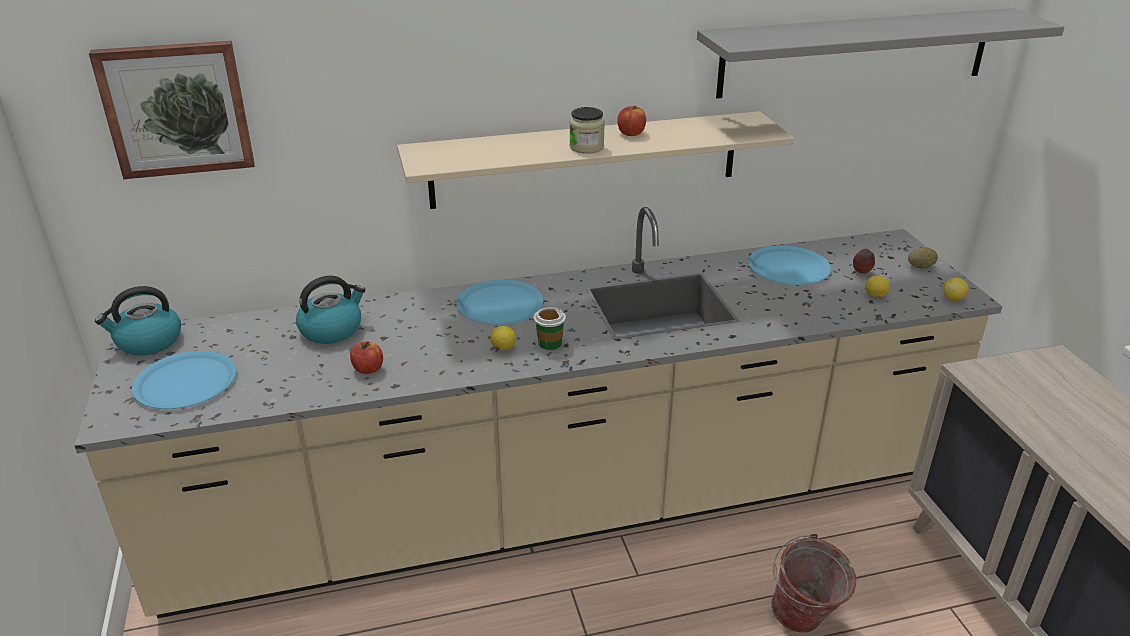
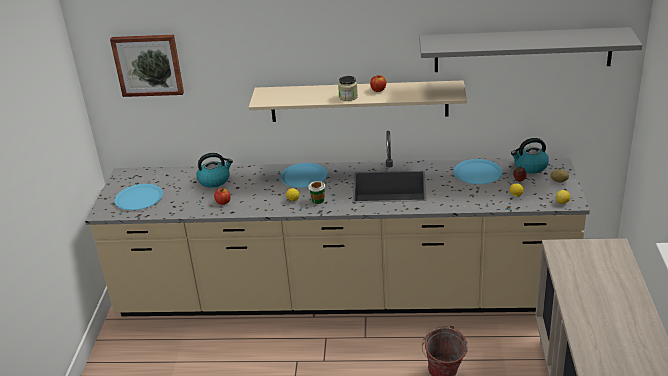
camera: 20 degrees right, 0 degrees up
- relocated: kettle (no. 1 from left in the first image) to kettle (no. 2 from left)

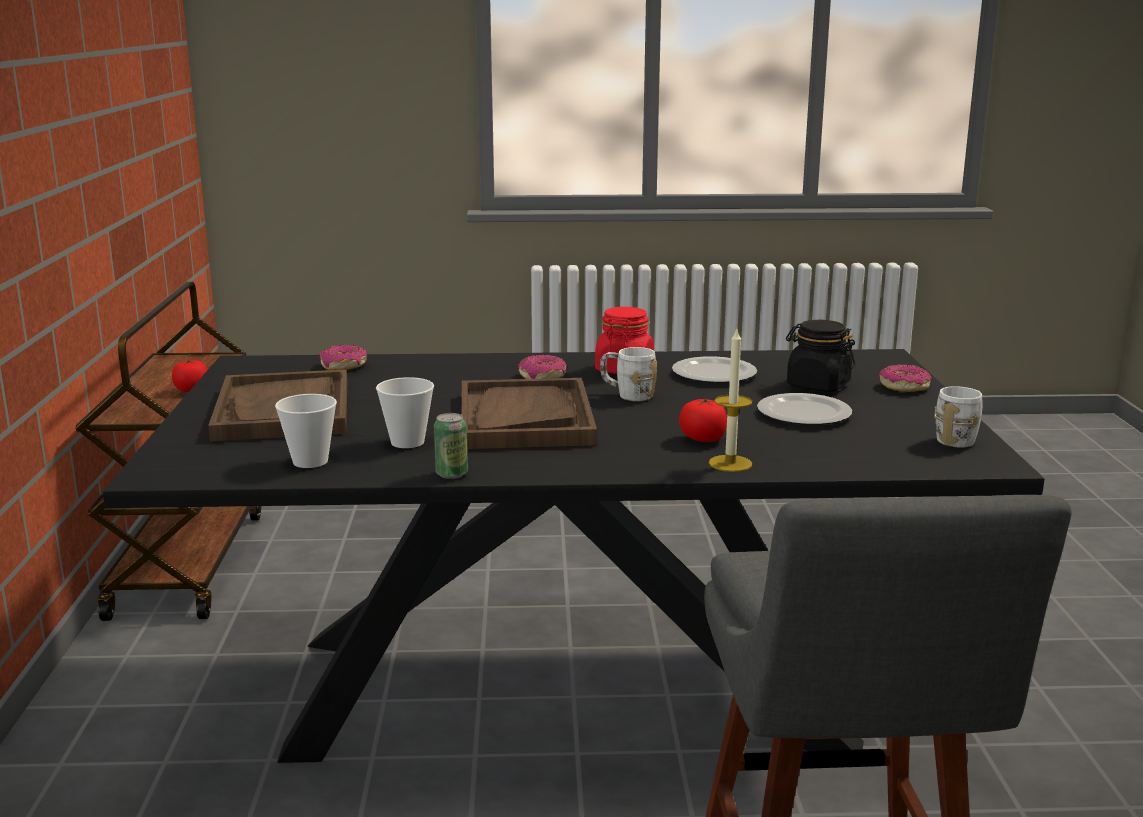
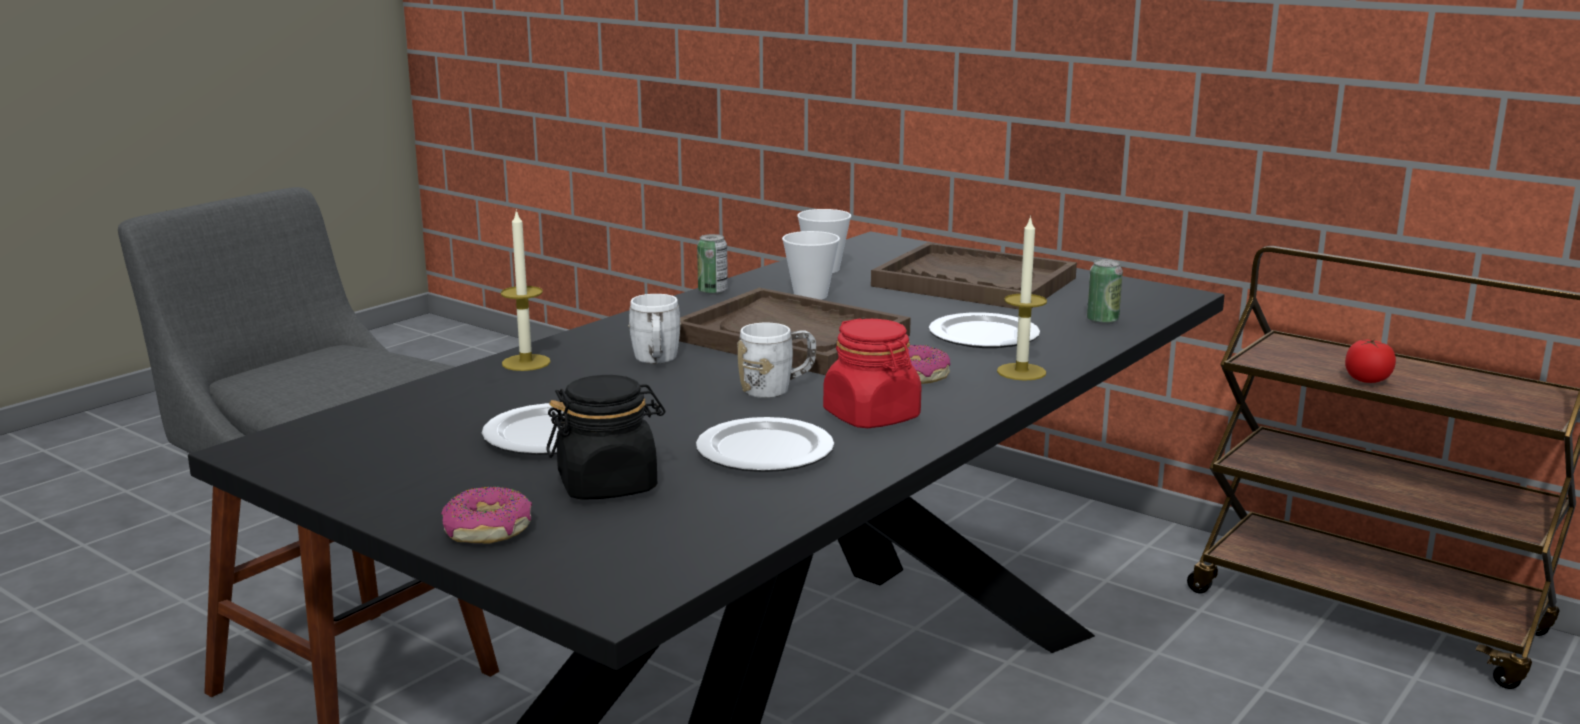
camera: 130 degrees right, 0 degrees up
- exchanged: donut (no. 1 from left) to can (no. 2 from left)
- relocated: mug (white) (no. 2 from left in the first image) to mug (white) (no. 1 from left)
- missing: tomato (no. 2 from left)
- appeared: candle (no. 2 from left)
- appeared: plate (no. 3 from left)

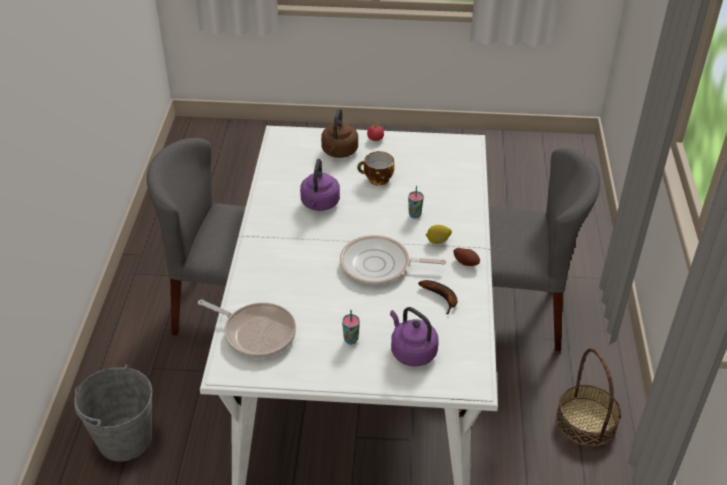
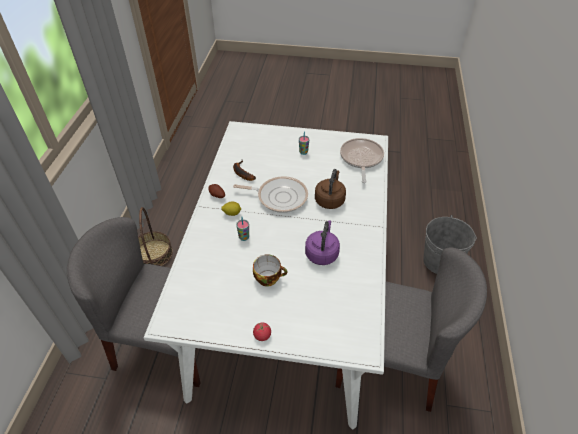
camera: 175 degrees left, 5 degrees up
- relocated: kettle (brown)
- spun: frying pan (no. 1 from left in the first image) 60 degrees clockwise
- missing: kettle (purple) (no. 2 from left)

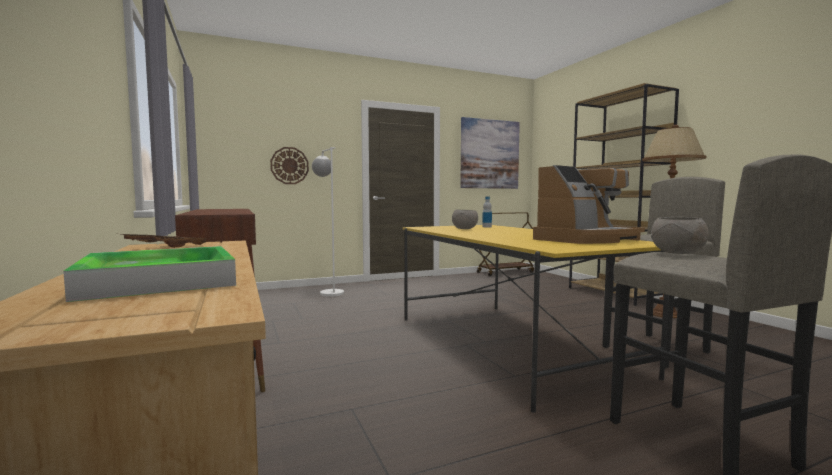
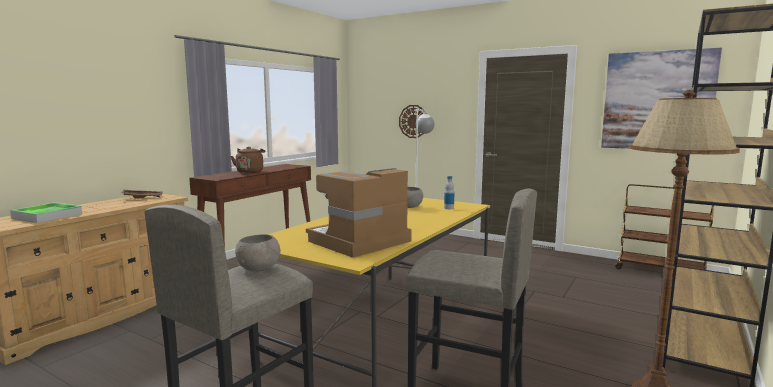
camera: 55 degrees right, 5 degrees up
- spun: coffee machine 120 degrees clockwise
- appeared: kettle (brown)

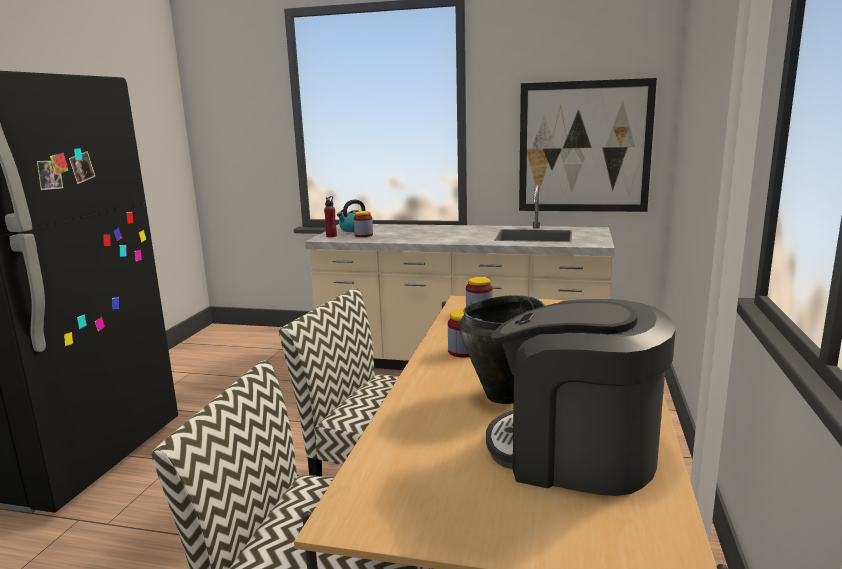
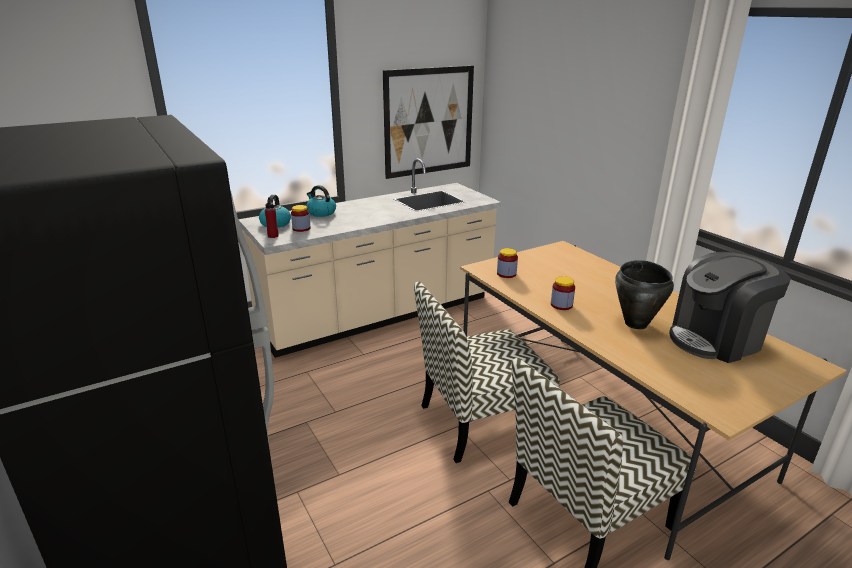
camera: 45 degrees left, 10 degrees up
- appeared: kettle (no. 2 from left)

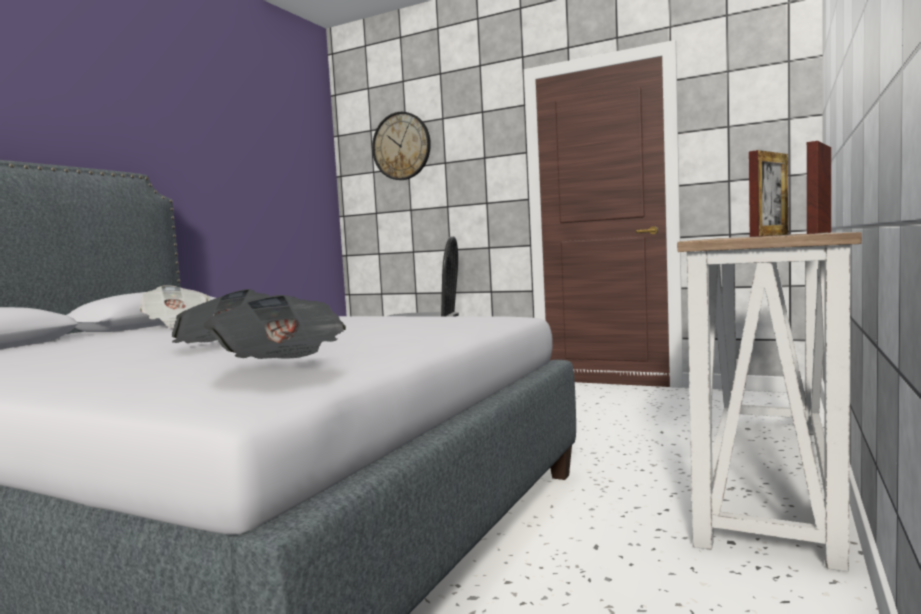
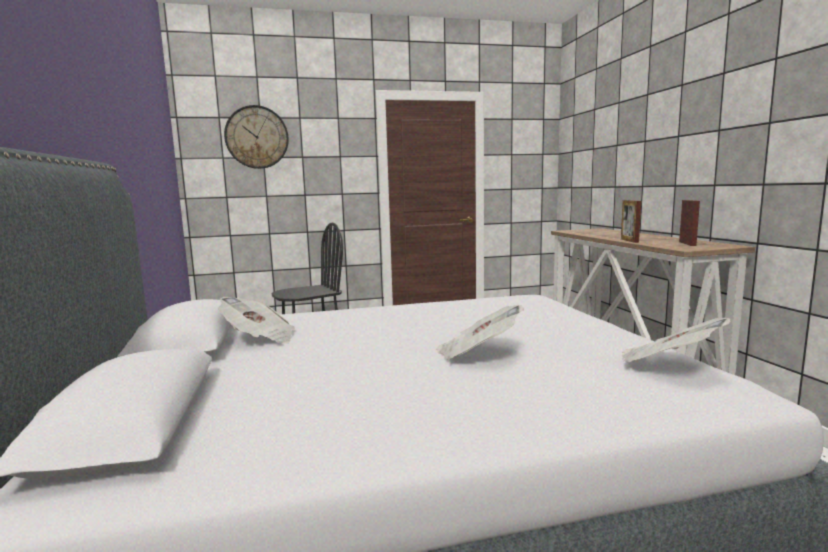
camera: 40 degrees left, 5 degrees up
- relocated: picture frame (no. 2 from left in the first image) to picture frame (no. 1 from left)

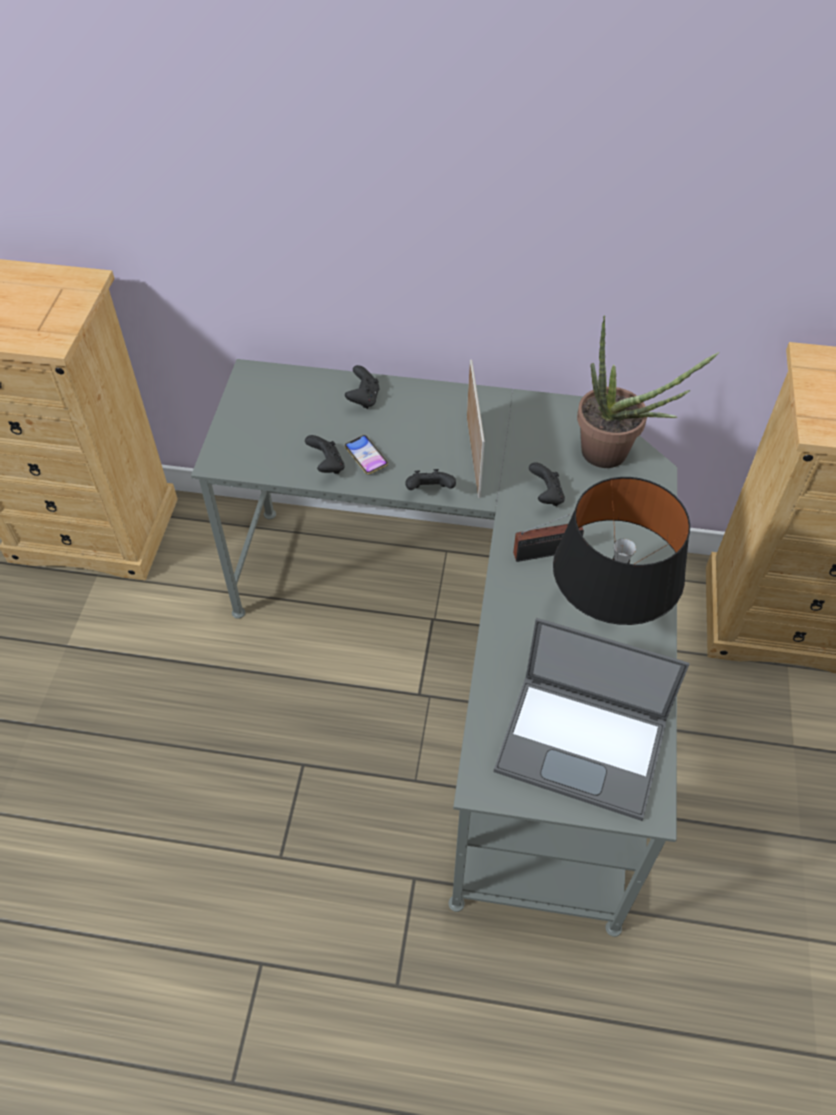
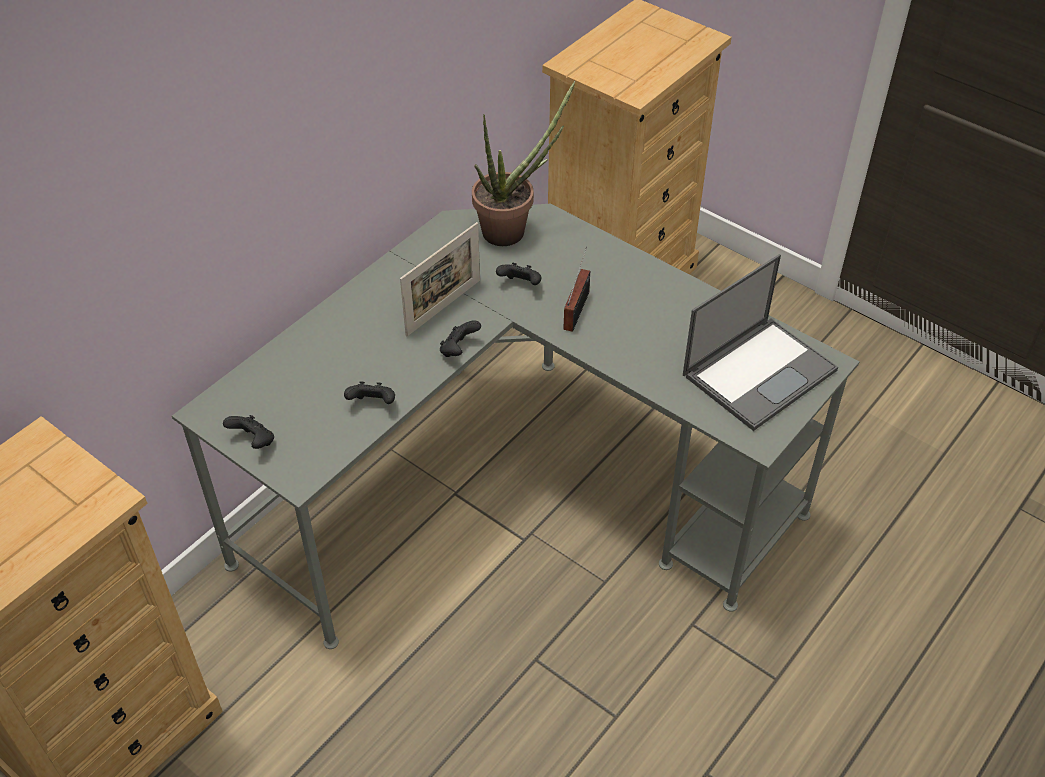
camera: 60 degrees left, 5 degrees down
- spun: picture frame 105 degrees clockwise
- relocated: game controller (black) (no. 2 from left in the first image) to game controller (black) (no. 1 from left)
- missing: phone
- missing: table lamp (black)

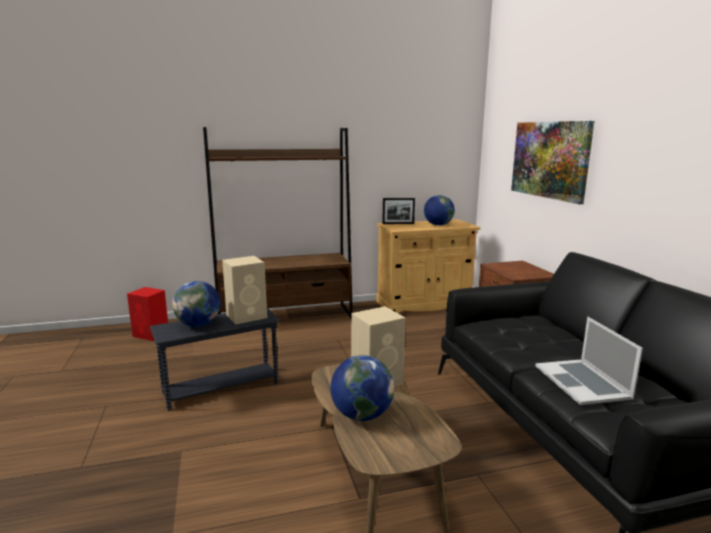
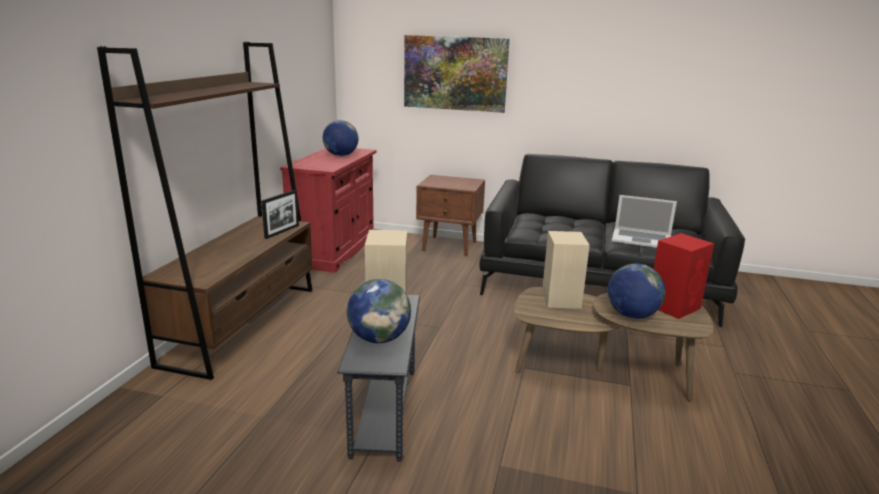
camera: 60 degrees left, 5 degrees up
- relocated: picture frame
- colour: cabinet (beige) to cabinet (red)
- relocated: speaker (red)

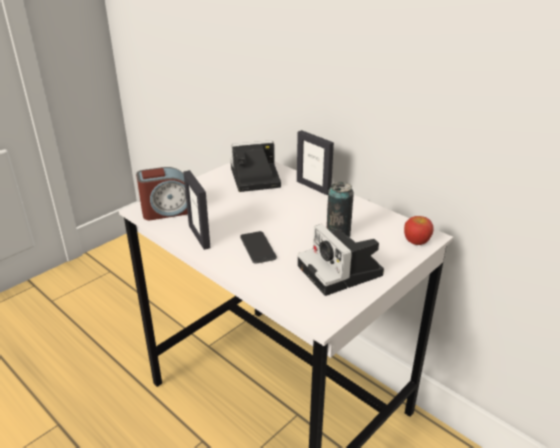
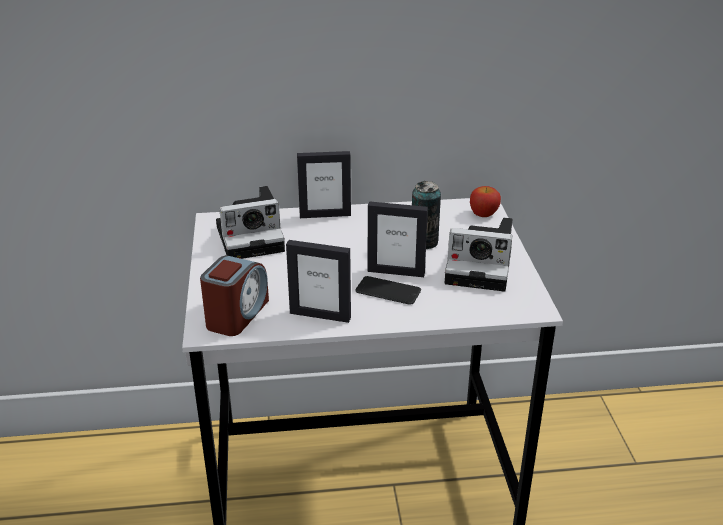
camera: 50 degrees left, 0 degrees up
- spun: photo camera (no. 1 from left) 135 degrees counterclockwise
- appeared: picture frame (no. 3 from left)

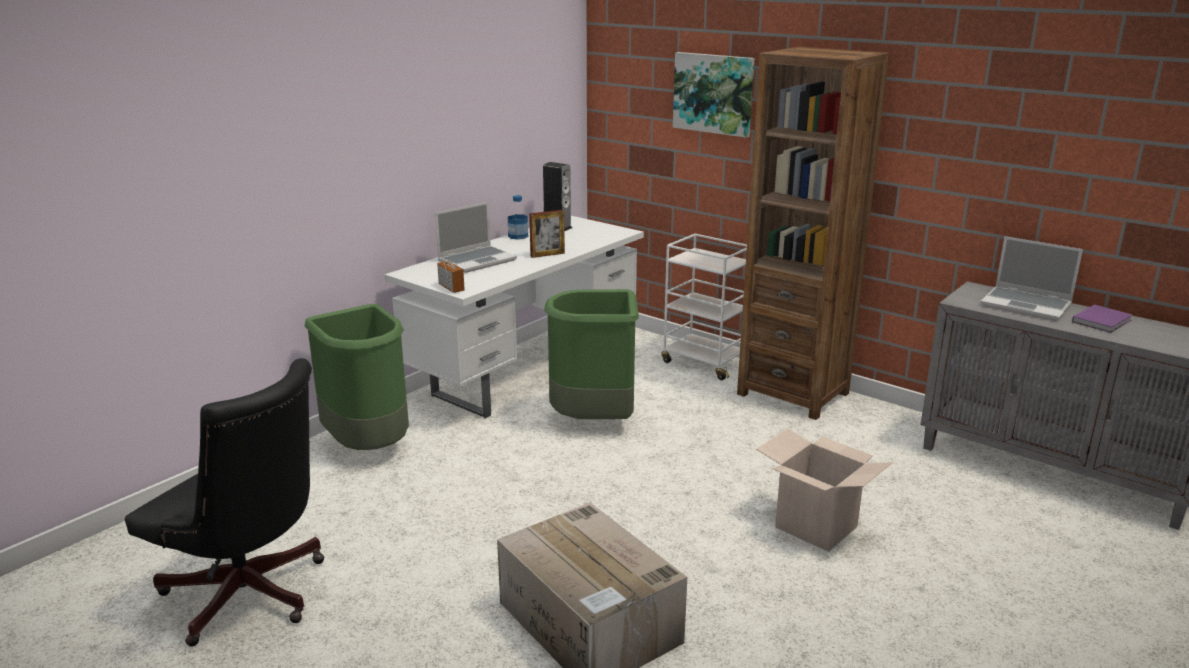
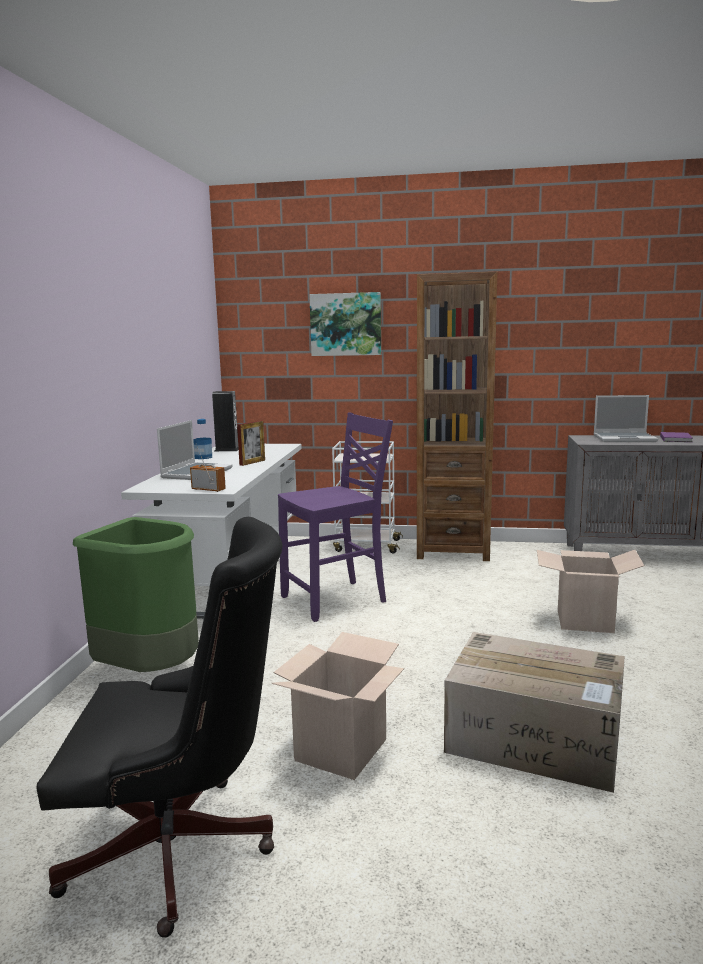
camera: 30 degrees left, 10 degrees down
- exchanged: trash can (green) (no. 2 from left) to chair (purple)
- appeared: cardboard box (no. 1 from left)

